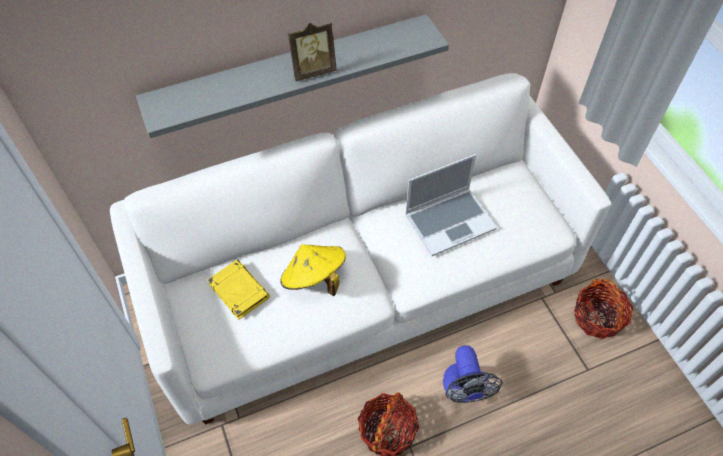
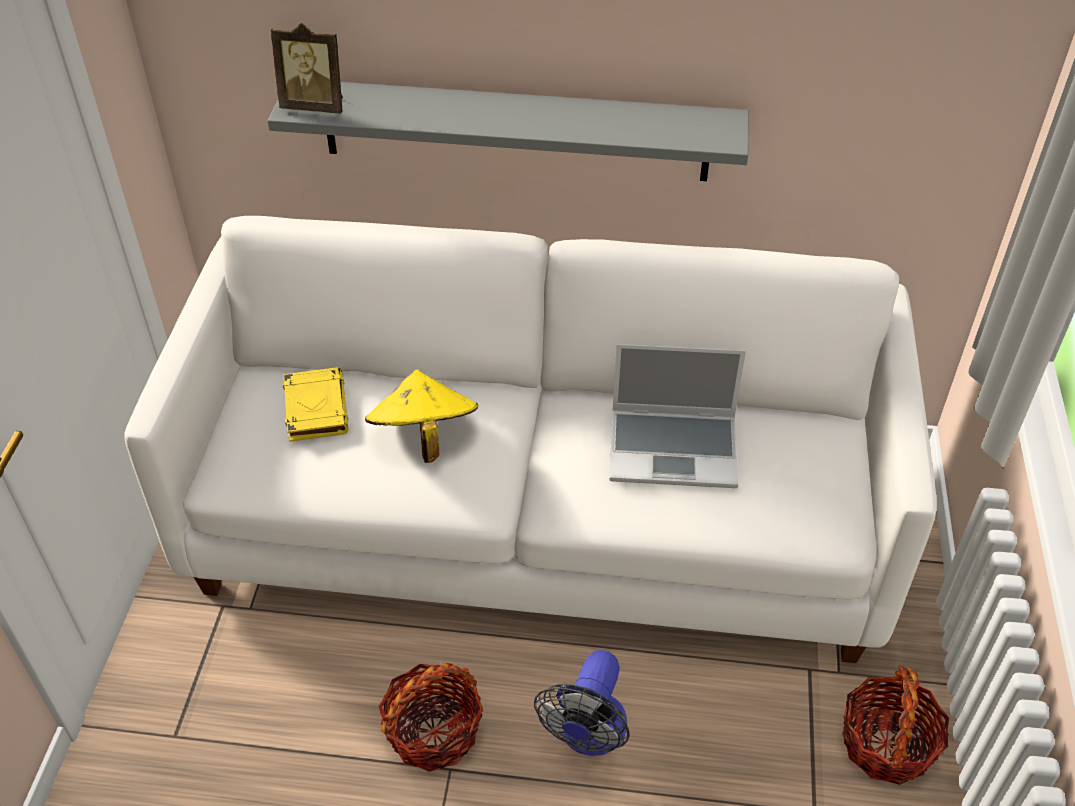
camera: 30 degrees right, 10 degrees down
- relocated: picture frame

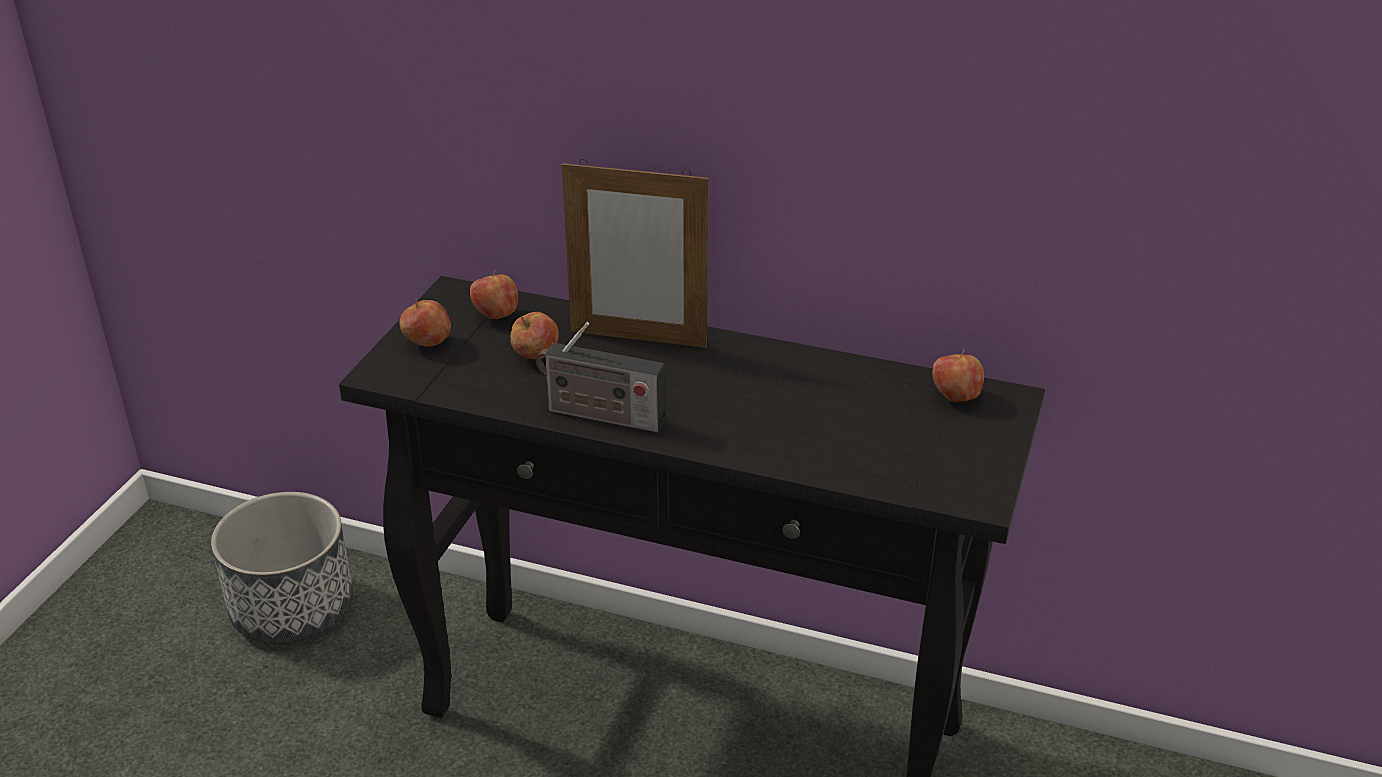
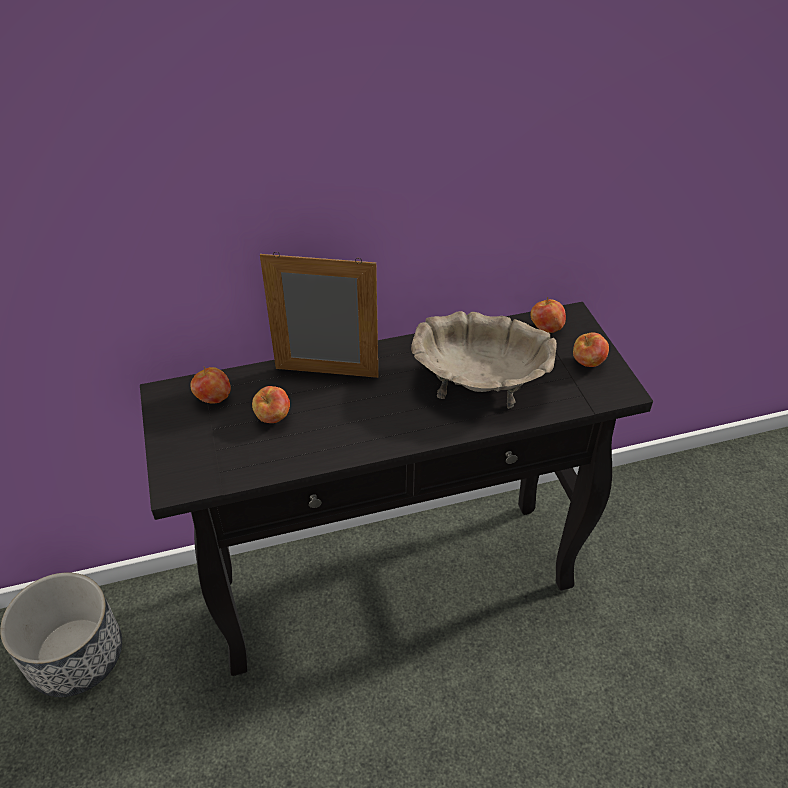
camera: 35 degrees left, 10 degrees up
- spun: picture frame 150 degrees counterclockwise
- relocated: apple (no. 1 from left in the first image) to apple (no. 4 from left)
- missing: radio
- appeared: bowl (beige)

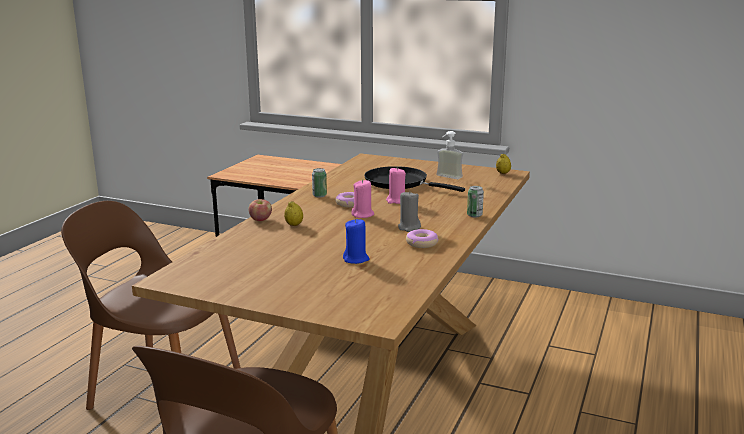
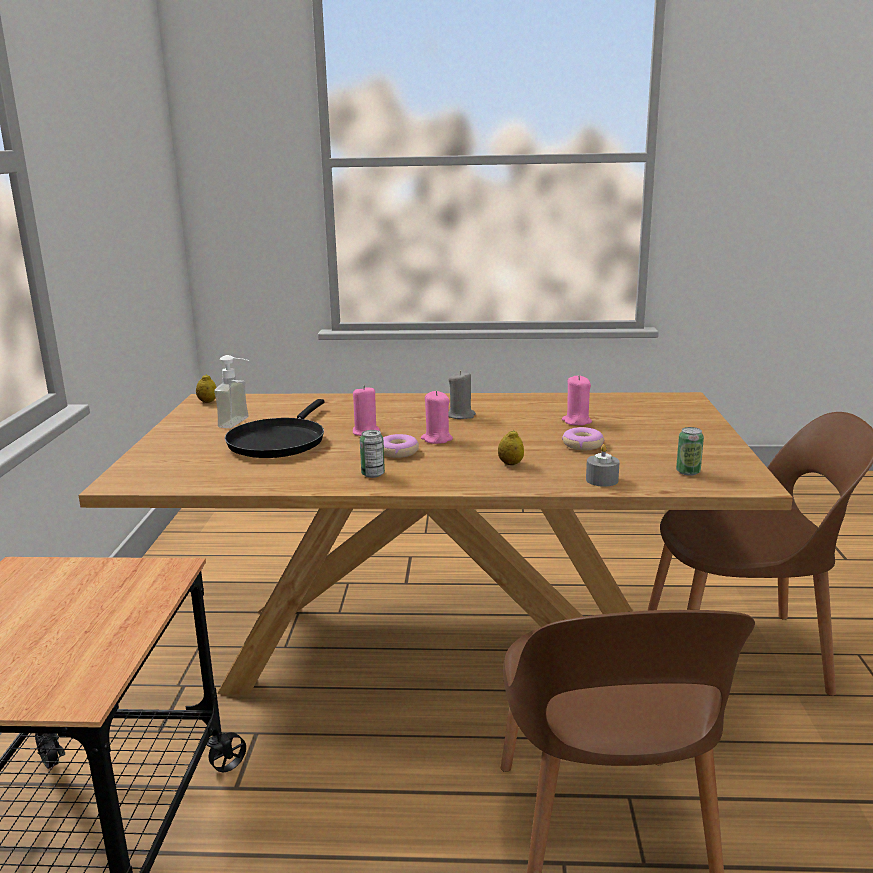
camera: 110 degrees left, 0 degrees up
- relocated: can (no. 2 from left)
- missing: apple
- colour: candle (blue) to candle (pink) (no. 3 from left)
- relocated: donut (no. 2 from left)
- appeared: candle (grey) (no. 2 from left)

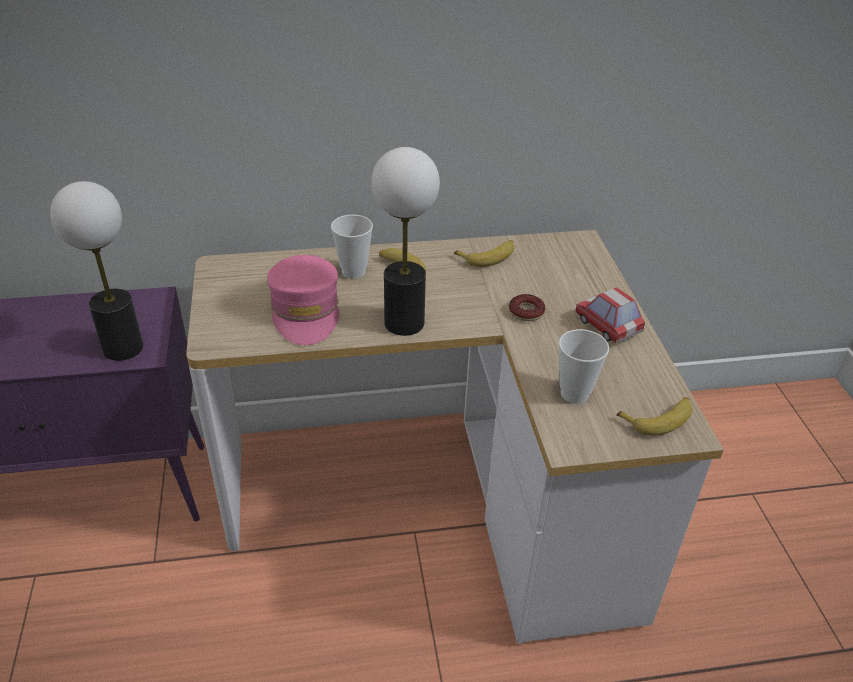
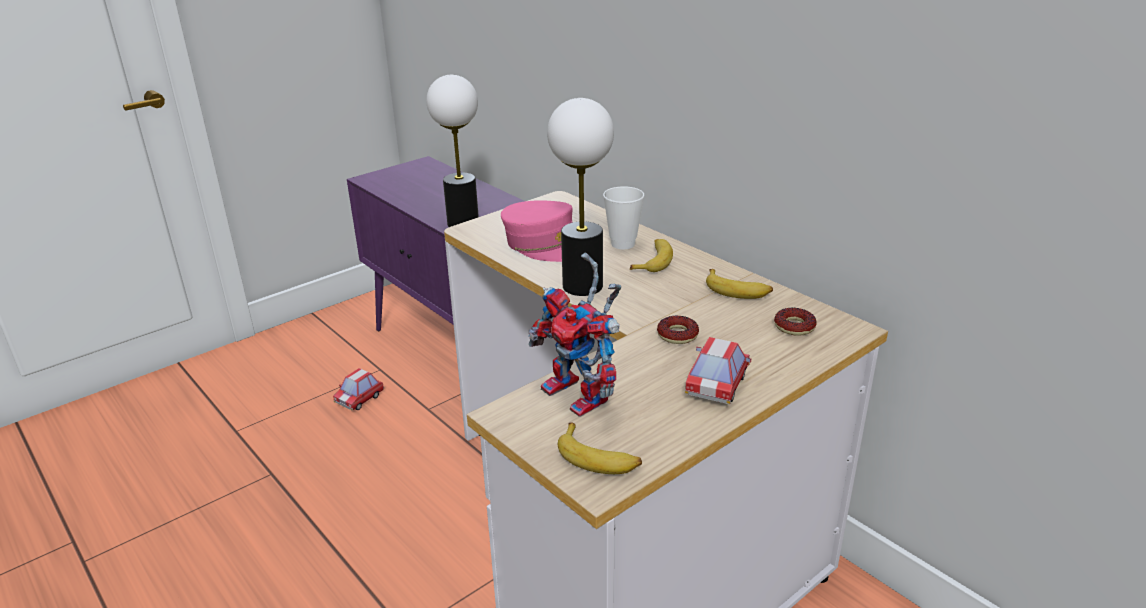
camera: 60 degrees right, 10 degrees down
- spun: cap (pink) 105 degrees counterclockwise
- exchanged: cup (no. 2 from left) to toy robot
- appeared: donut (no. 2 from left)
- appeared: toy car (no. 1 from left)

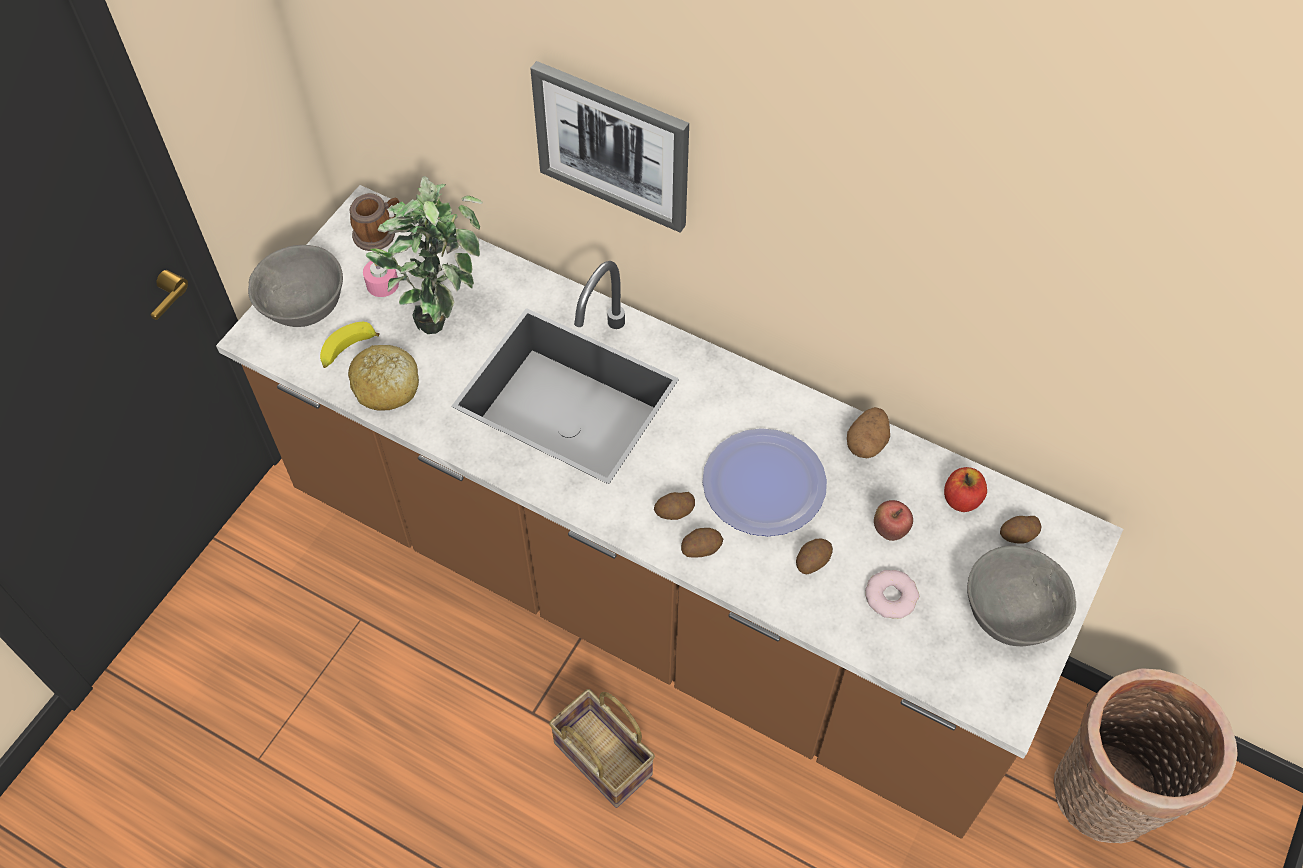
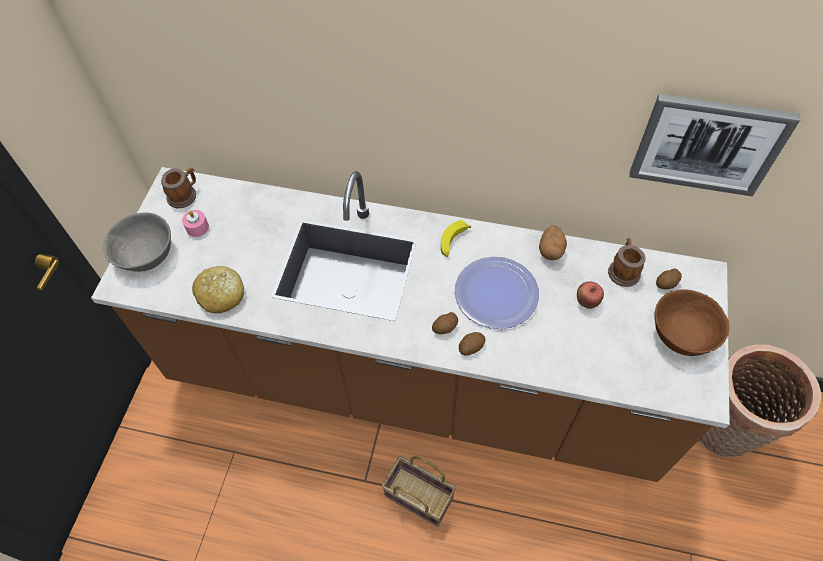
camera: 15 degrees left, 0 degrees up
- relocated: picture
- missing: potted plant
- relocated: banana
- exchanged: apple (no. 2 from left) to mug (no. 2 from left)
- missing: potato (no. 3 from left)
- colour: bowl (grey) (no. 2 from left) to bowl (brown)
- missing: donut

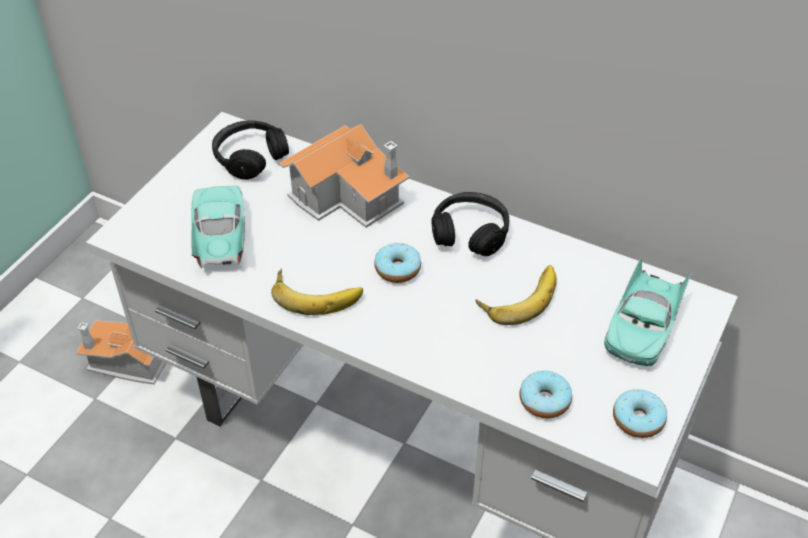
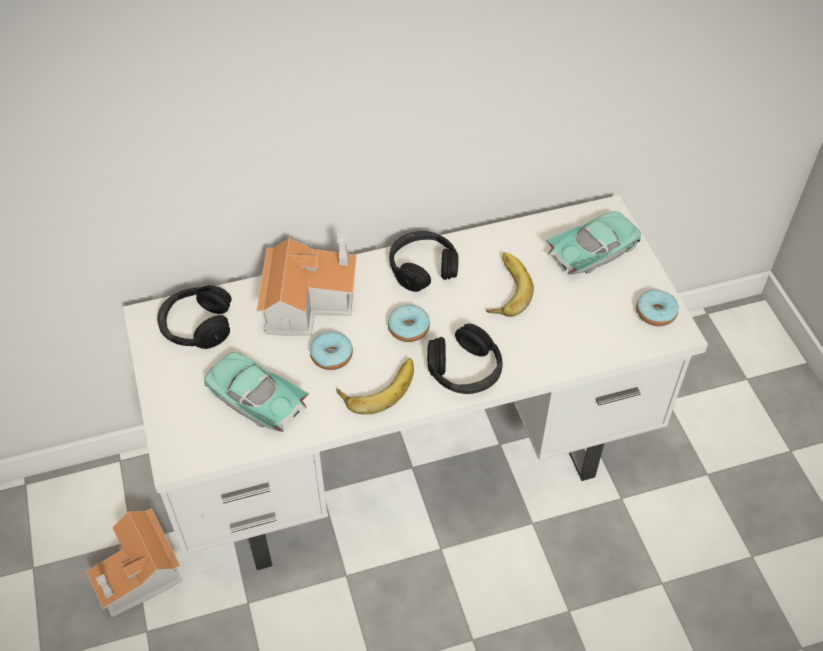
camera: 45 degrees left, 5 degrees up
- spun: toy car (turquoise) (no. 2 from left) 105 degrees counterclockwise
- relocated: donut (no. 2 from left in the first image) to donut (no. 1 from left)
- appeared: headphones (black) (no. 3 from left)

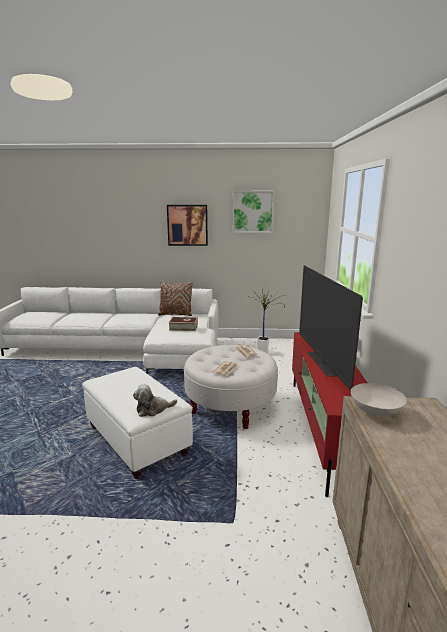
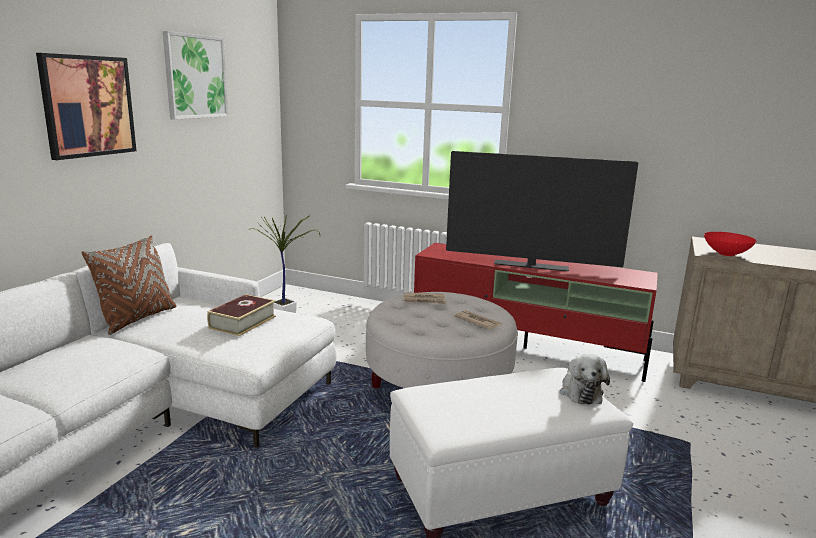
camera: 70 degrees left, 0 degrees up
- colour: bowl (white) to bowl (red)

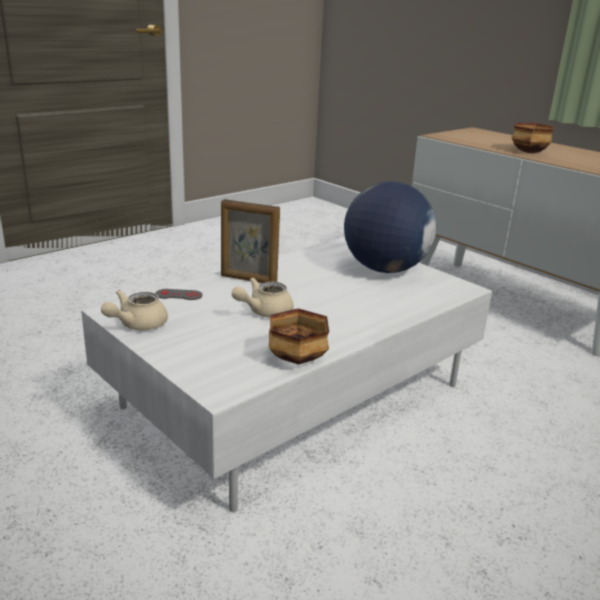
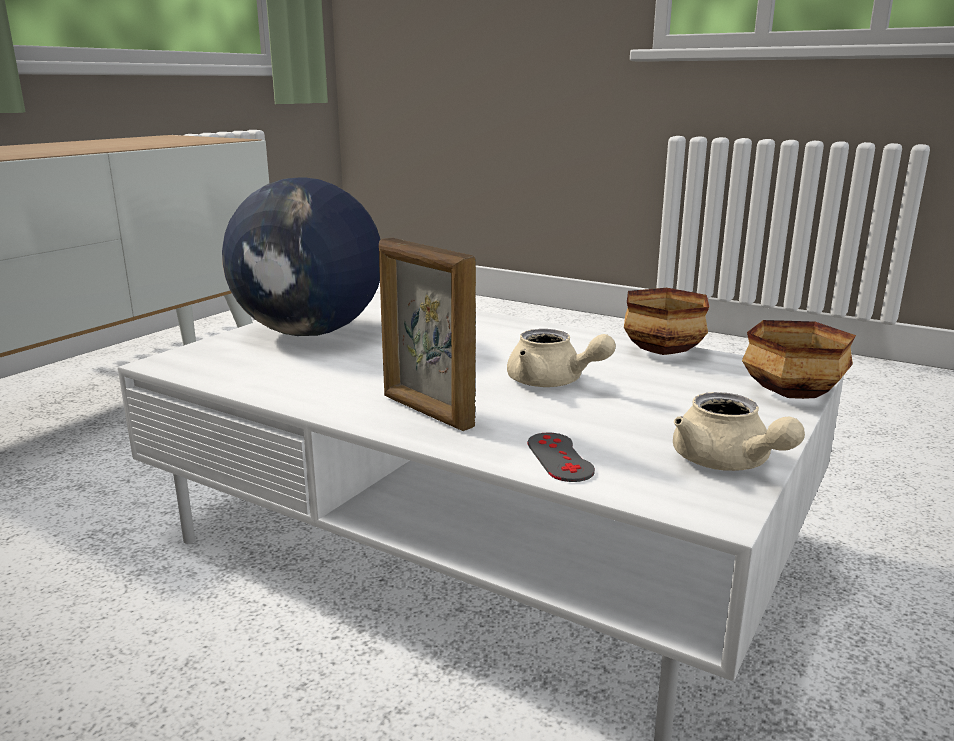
camera: 105 degrees left, 5 degrees down
- relocated: bowl (no. 2 from left)
- spun: picture frame 135 degrees clockwise
- spun: teapot (beige) (no. 1 from left in the first image) 45 degrees clockwise

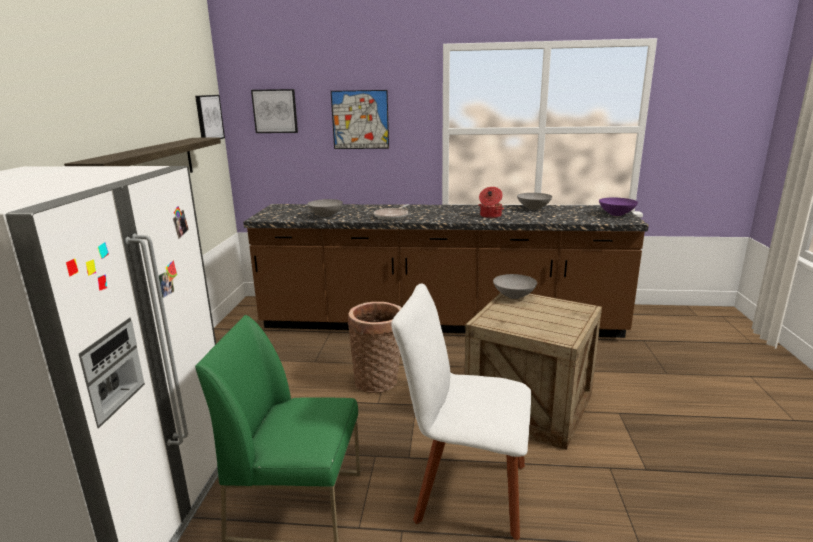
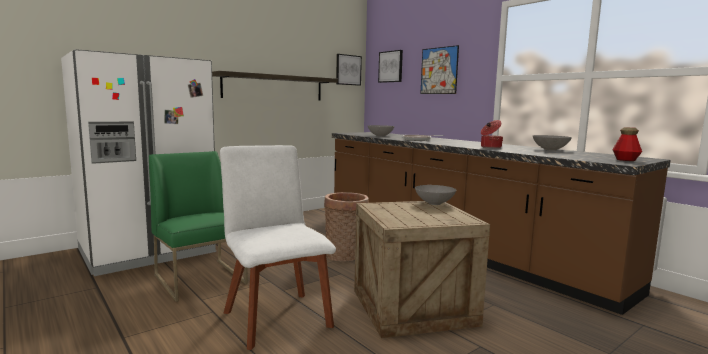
camera: 45 degrees right, 10 degrees down
- exchanged: bowl (purple) to bottle

